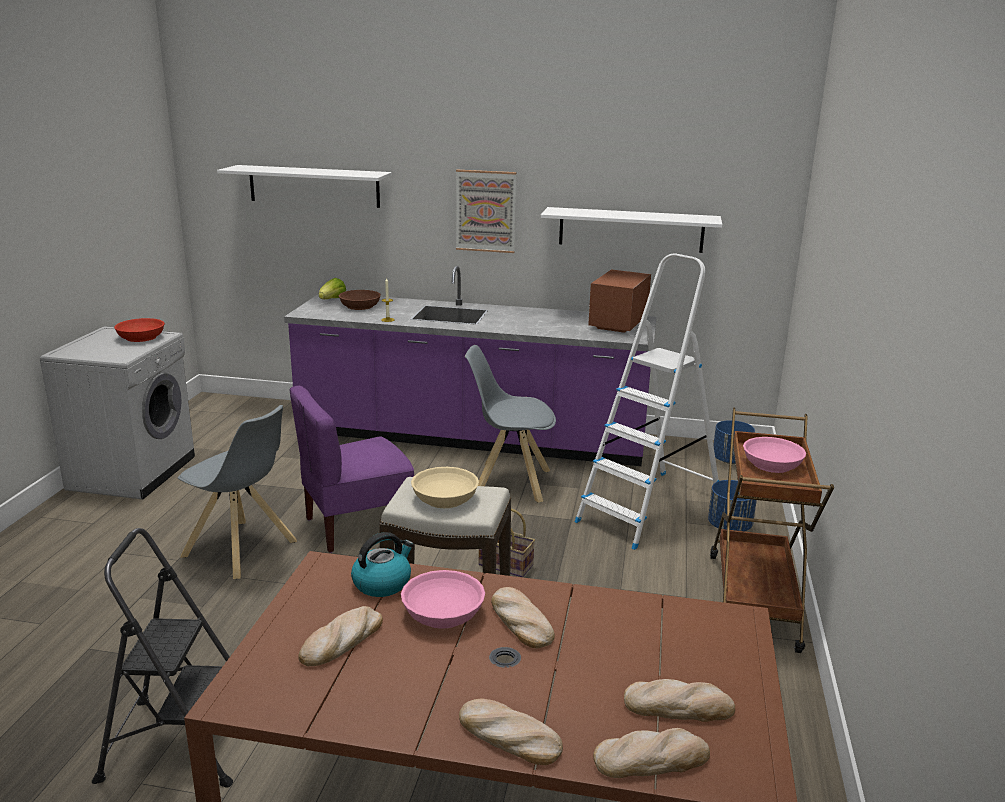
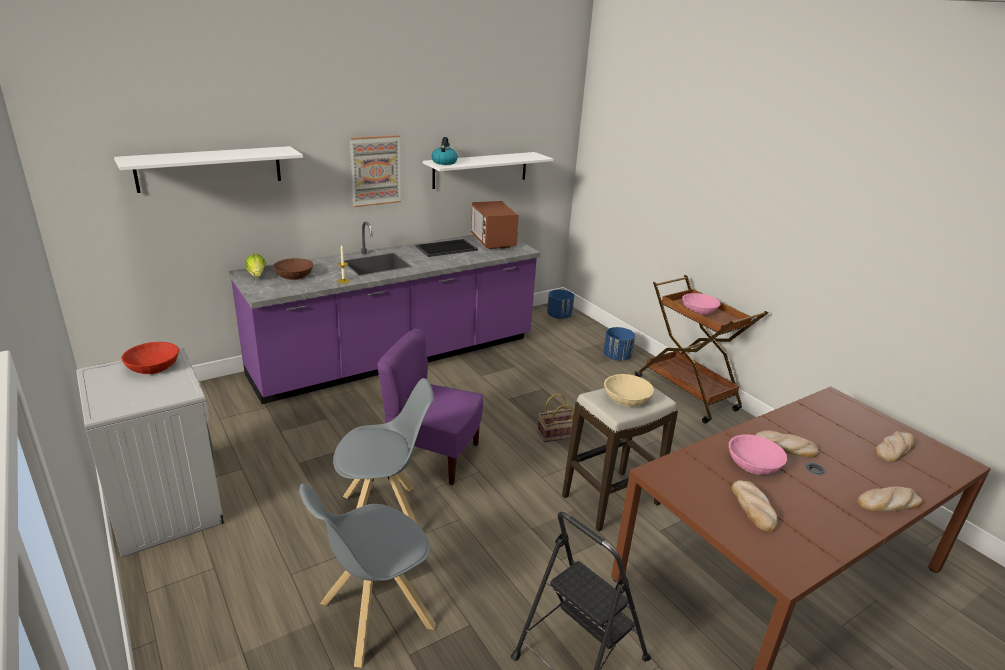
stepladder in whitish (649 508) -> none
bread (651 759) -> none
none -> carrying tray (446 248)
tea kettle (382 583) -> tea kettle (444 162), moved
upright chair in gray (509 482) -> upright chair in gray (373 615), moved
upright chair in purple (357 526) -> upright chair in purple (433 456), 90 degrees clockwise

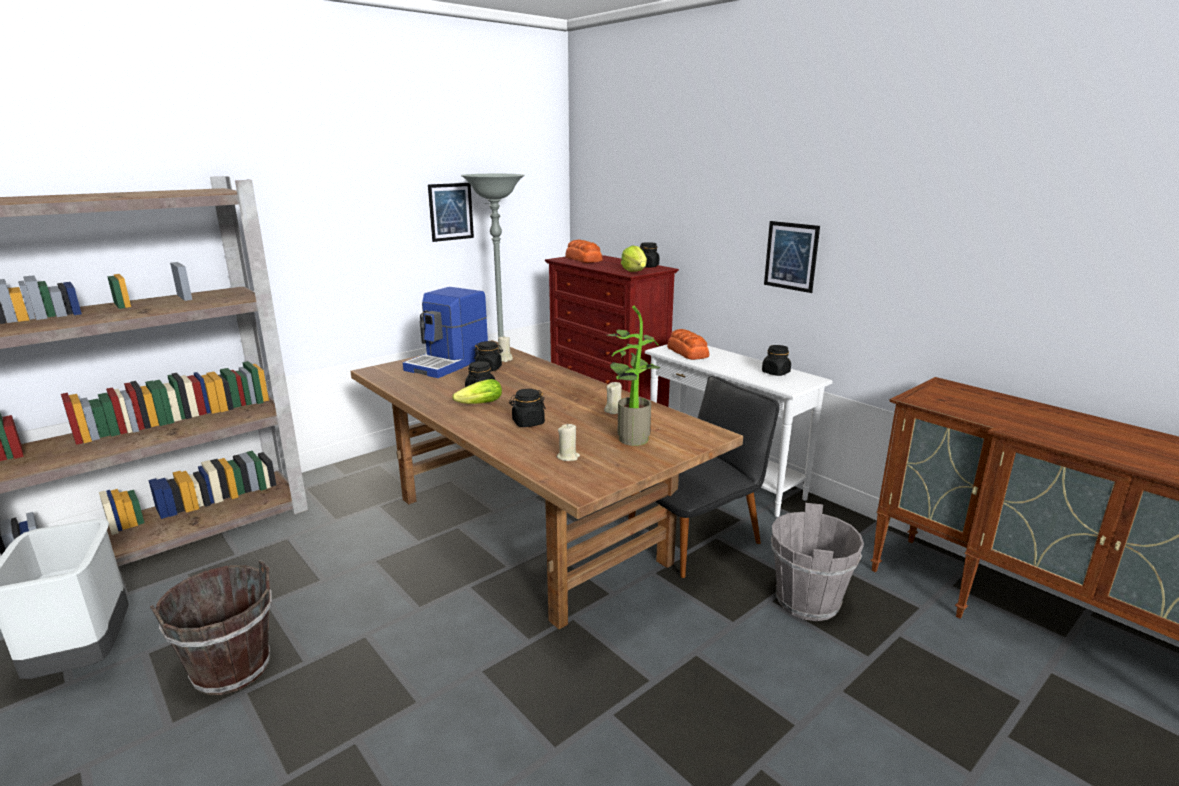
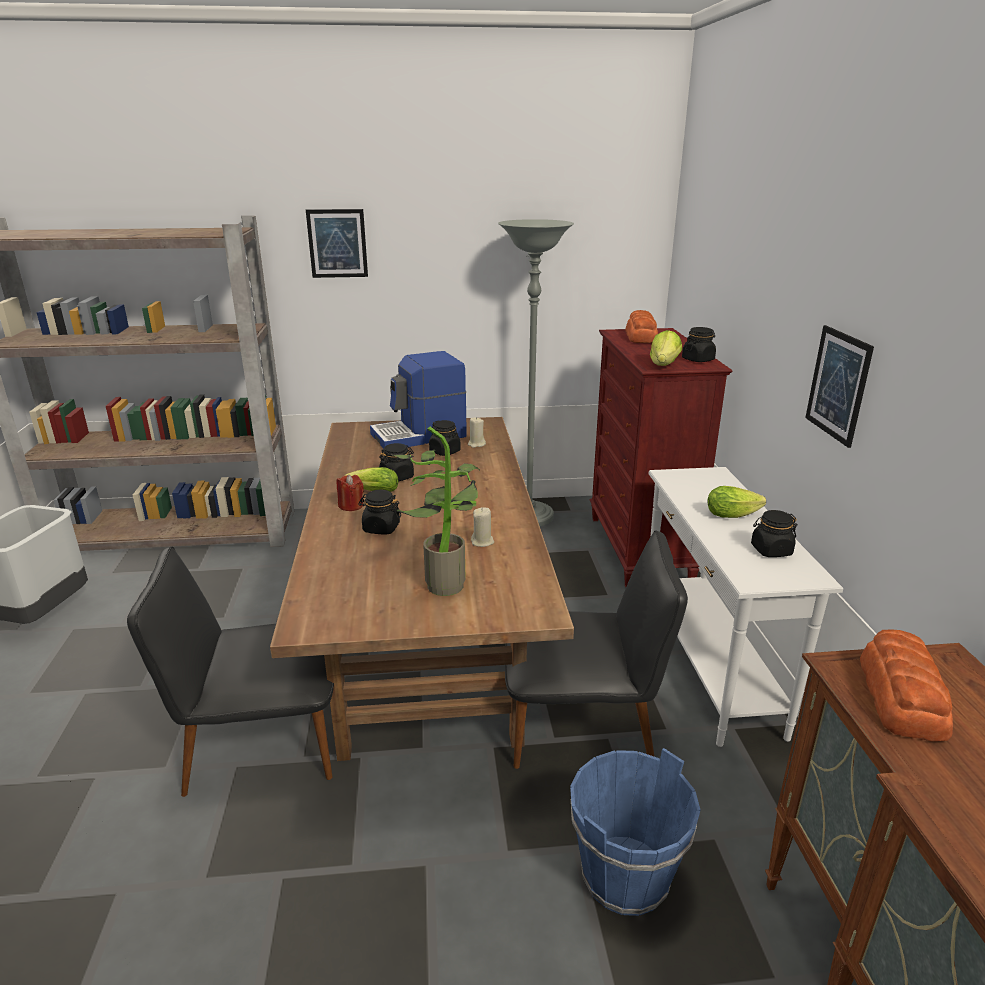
bucket in brown-coloured (231 669) -> none
wax candle in beige (568 457) -> none
none -> upright chair in blackish (265 742)
none -> wax candle in red (351 506)
none -> head of lettuce (735 514)
picture (451 212) -> picture (337 243), moved
bread (687 352) -> bread (902 696), moved
bucket in gray (806 601) -> bucket in blue-coloured (624 876)

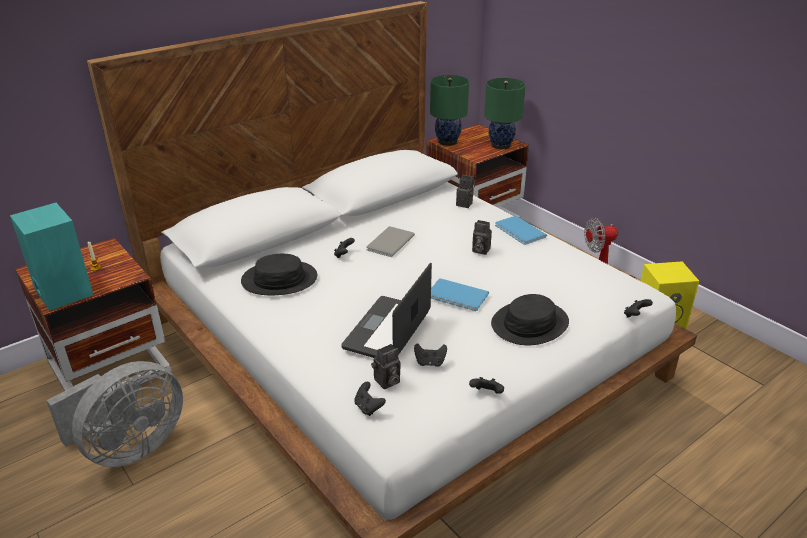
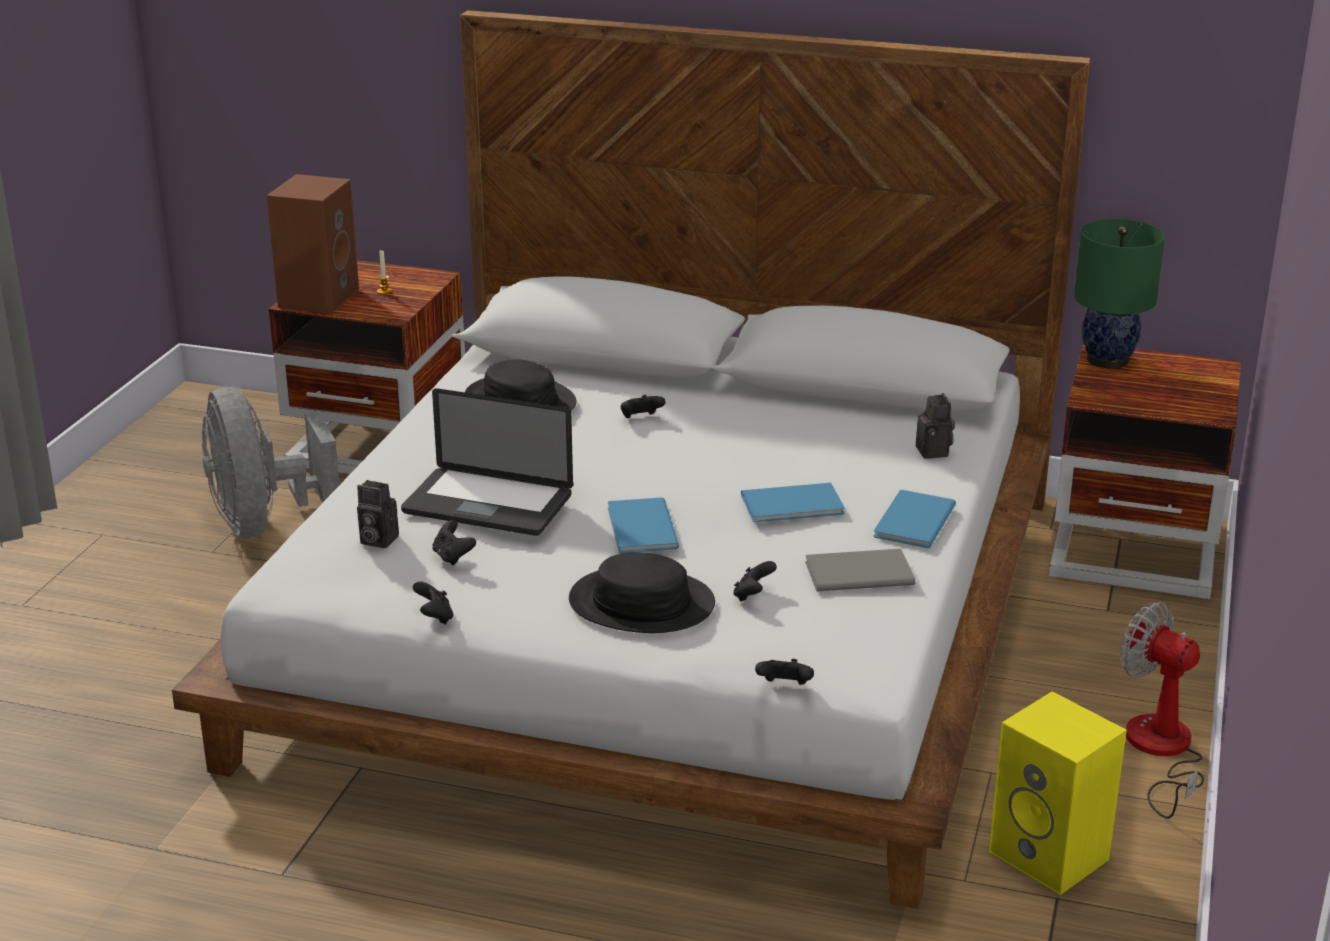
table lamp in greenish (500 145) -> none
joypad in blackish (368 407) -> joypad in blackish (753 595), moved
volume in gray (388 243) -> volume in gray (856 572), moved
photo camera (479 250) -> volume in blue-coloured (795 505)
loudspeaker in turquoise-coloured (62 292) -> loudspeaker in brown-coloured (318 297)
electric fan in gray (130 448) -> electric fan in gray (263 523), 60 degrees clockwise
notebook computer (387 330) -> notebook computer (487 504), 150 degrees counterclockwise

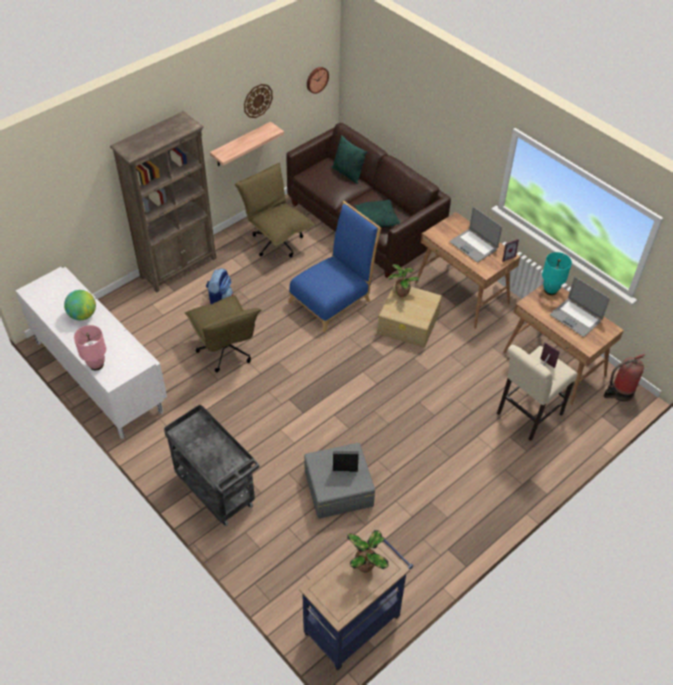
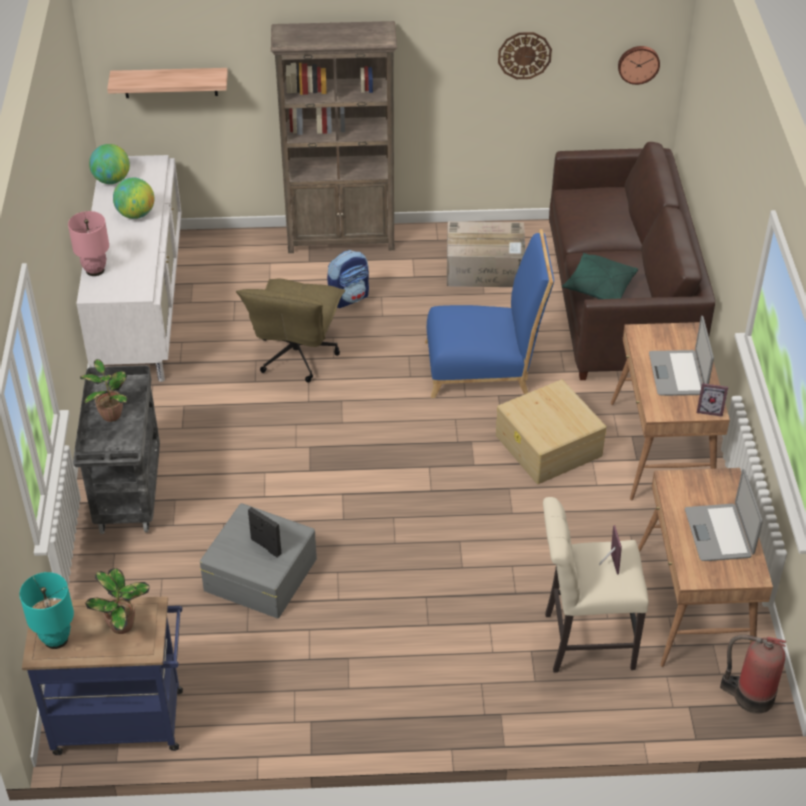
pillow in greenish (347 174) -> none
none -> globe (112 180)
shelf (241 145) -> shelf (170 82), moved
plant in a pot (401 292) -> plant in a pot (110 414), moved
table lamp in turquoise-coloured (550 290) -> table lamp in turquoise-coloured (56 639), moved
computer chair in beige (277 242) -> packing box (486 268)

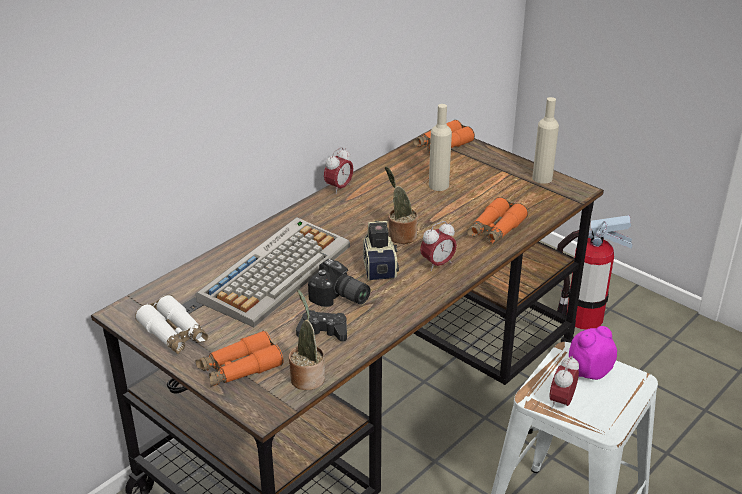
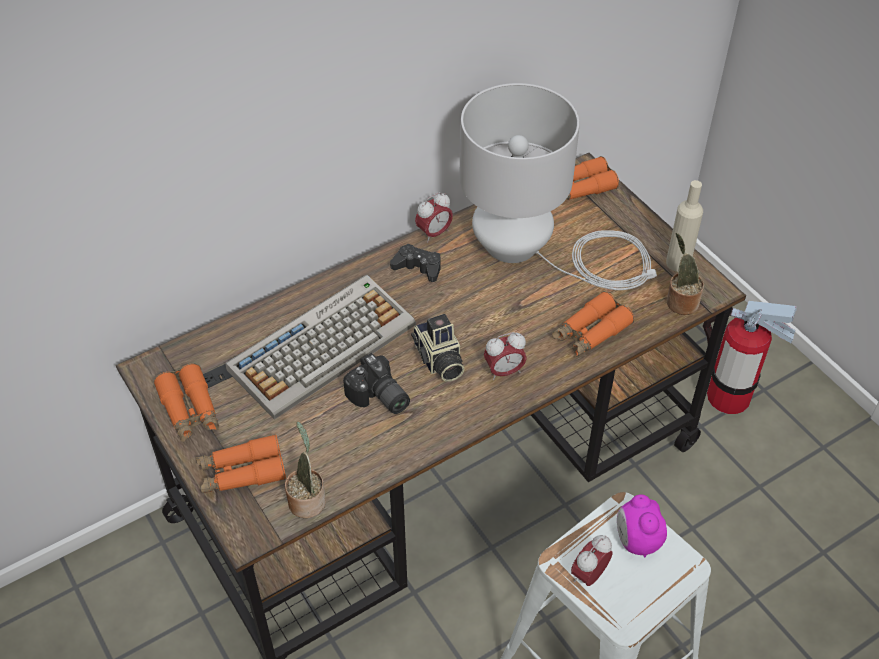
joypad in blackish (323 331) -> joypad in blackish (418 267), moved
plant in a pot (400 236) -> plant in a pot (680 302), moved
drink bottle in beige (438 185) -> table lamp in whitish (550 251)
field glasses in whitish (174 334) -> field glasses in orange (190 410)
photo camera (379 266) -> photo camera (438 360), 150 degrees clockwise
bedside clock (589 371) -> bedside clock (636 541), 90 degrees counterclockwise

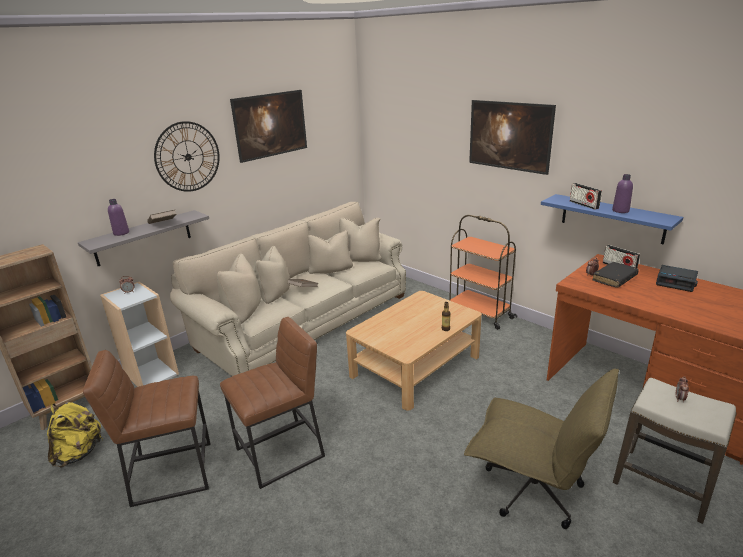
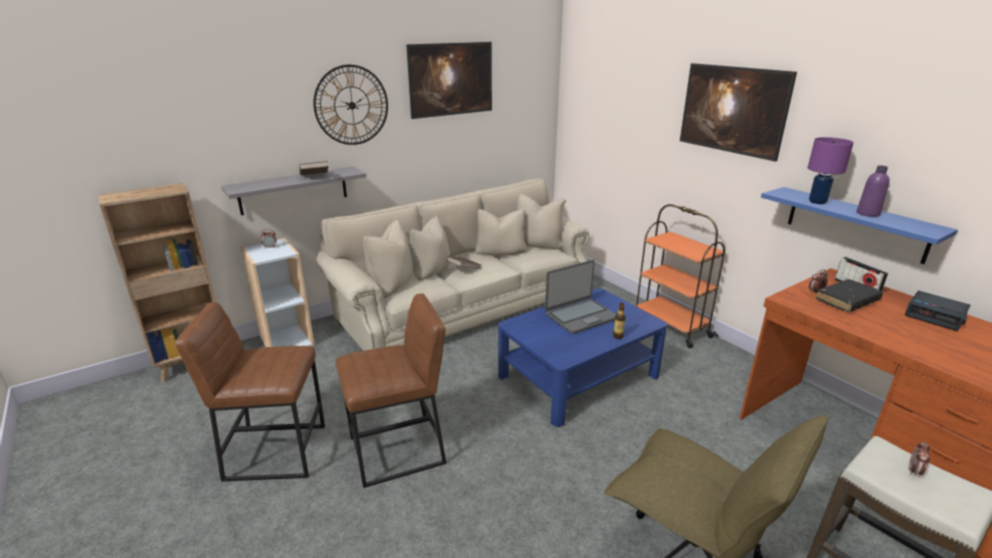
knapsack in yellow-coloured (79 453) -> none
drink bottle in purple (121 233) -> none
none -> notebook computer (580 316)
radio (584 205) -> table lamp in purple (818 202)
coffee table in beige (415 366) -> coffee table in blue-coloured (578 376)

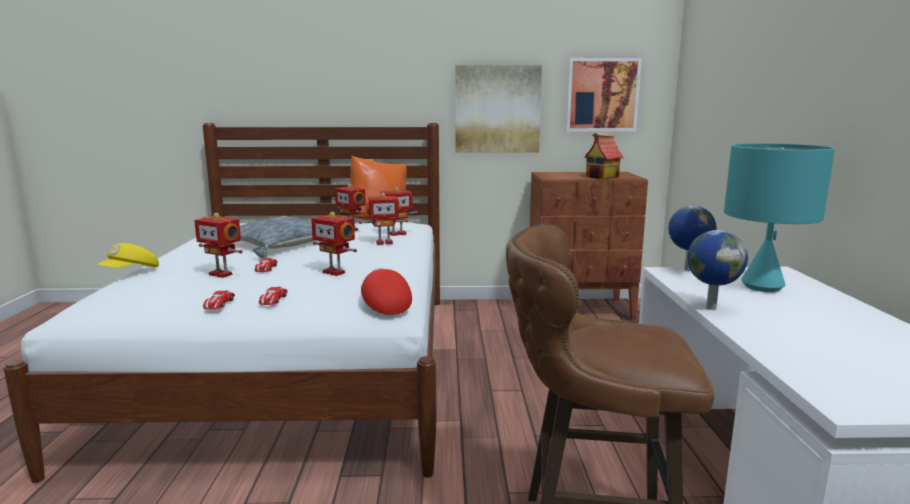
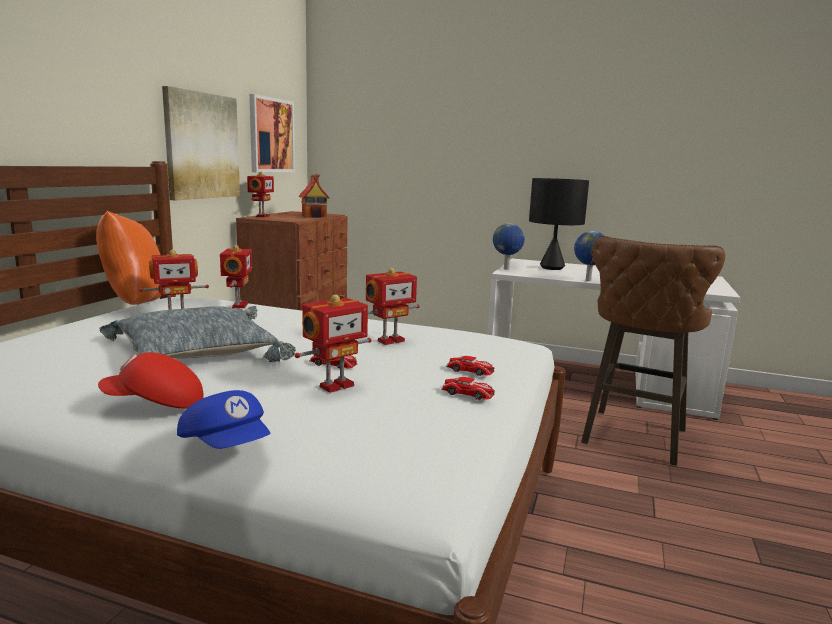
robot figure (384 243) -> robot figure (261 216), moved
peaked cap in red (384 305) -> peaked cap in red (155 404), moved
peaked cap in yellow-coloured (131 272) -> peaked cap in blue-coloured (227 446)
table lamp in turquoise-coloured (762 287) -> table lamp in blackish (552 268)

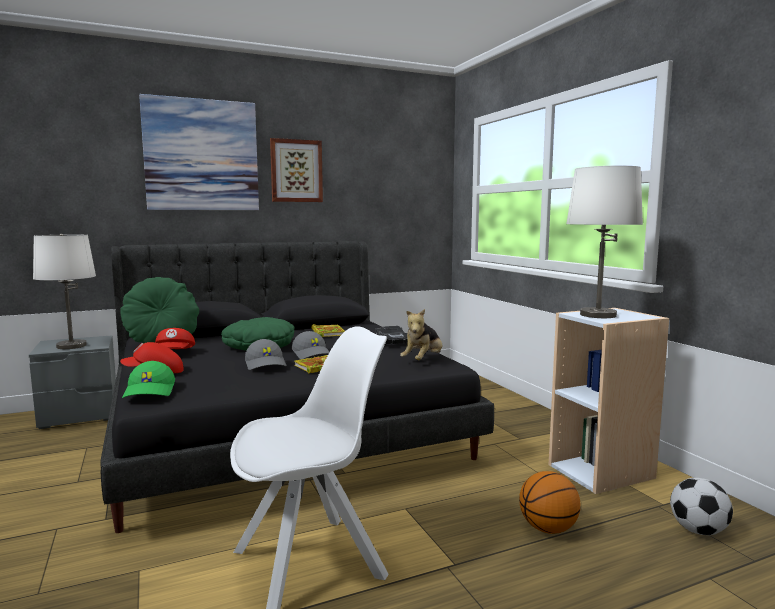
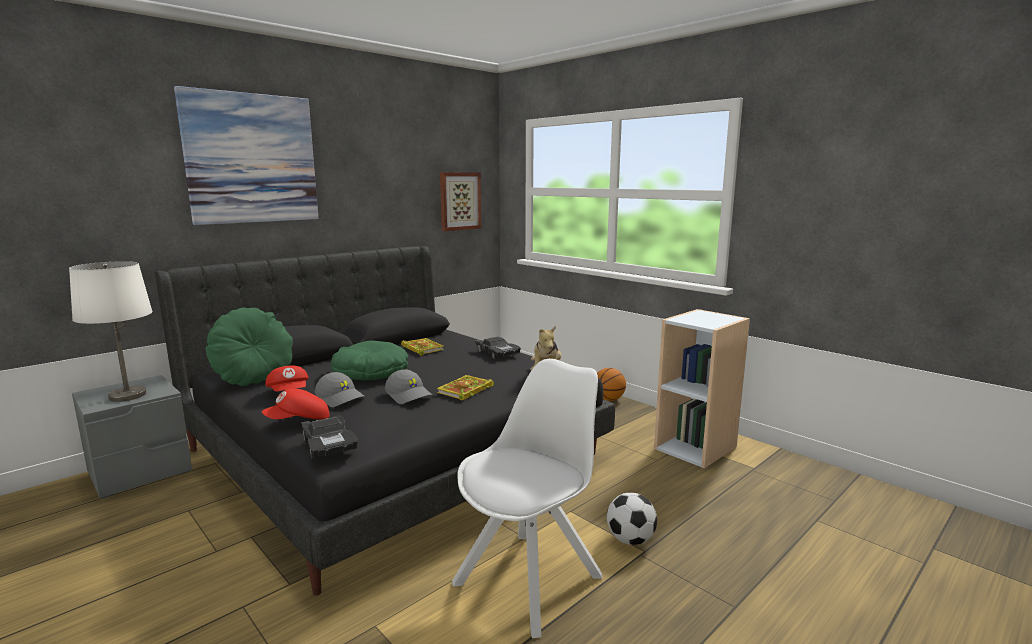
table lamp in whitish (598 315) -> none
picture (296 171) -> picture (459 201), moved
peaked cap in gray (312 354) -> peaked cap in gray (341 398), moved
basketball (548 529) -> basketball (608 399), moved
ball for football (698 530) -> ball for football (630 540), moved
peaked cap in greenish (150 391) -> miniature car in blackish (329 444)

